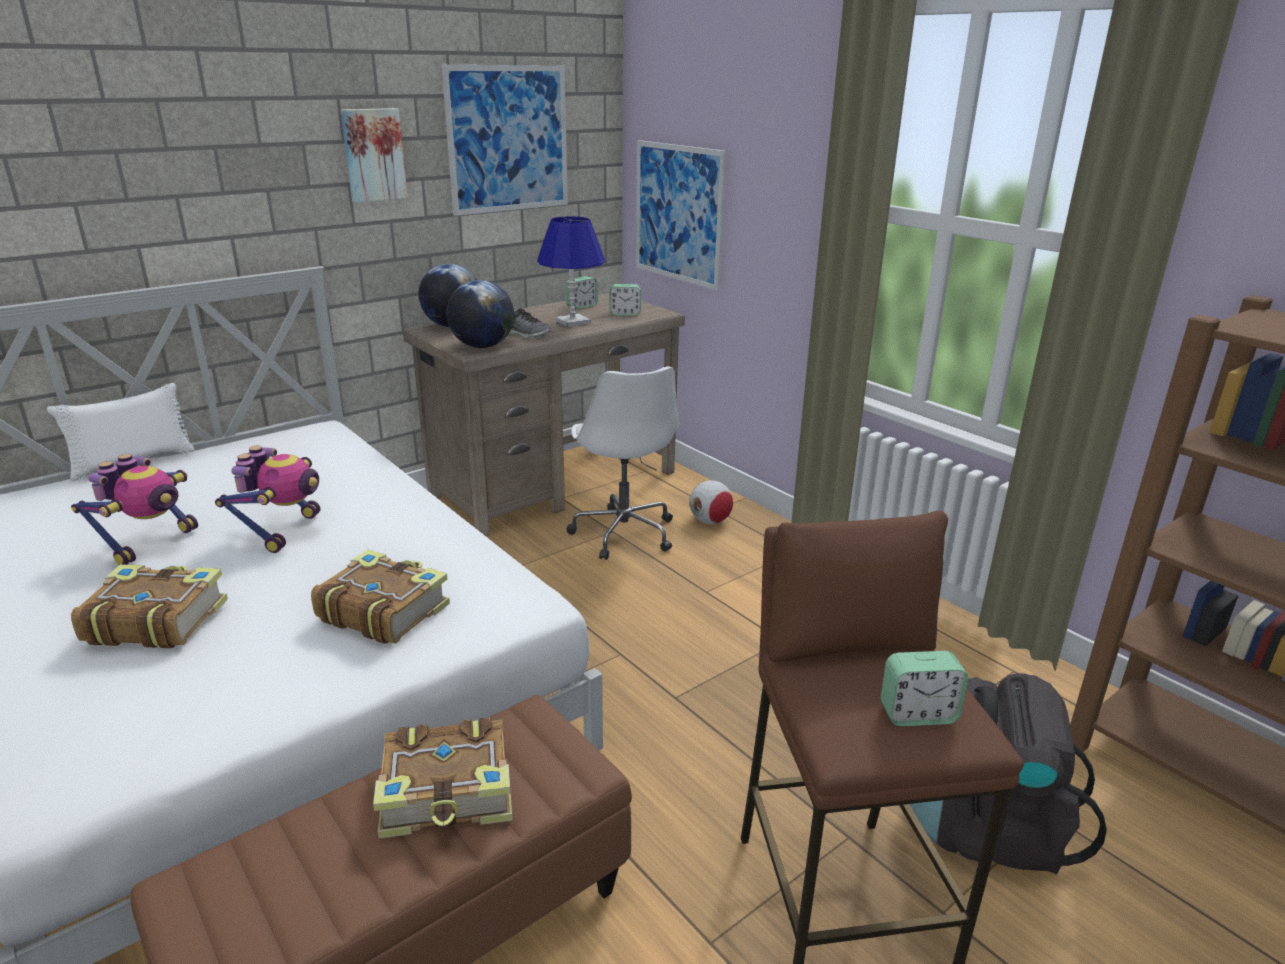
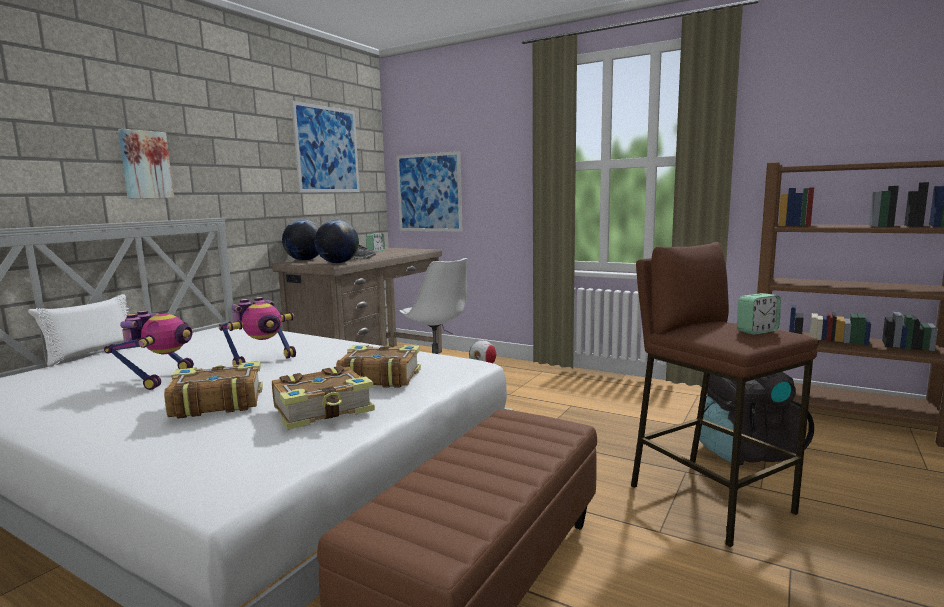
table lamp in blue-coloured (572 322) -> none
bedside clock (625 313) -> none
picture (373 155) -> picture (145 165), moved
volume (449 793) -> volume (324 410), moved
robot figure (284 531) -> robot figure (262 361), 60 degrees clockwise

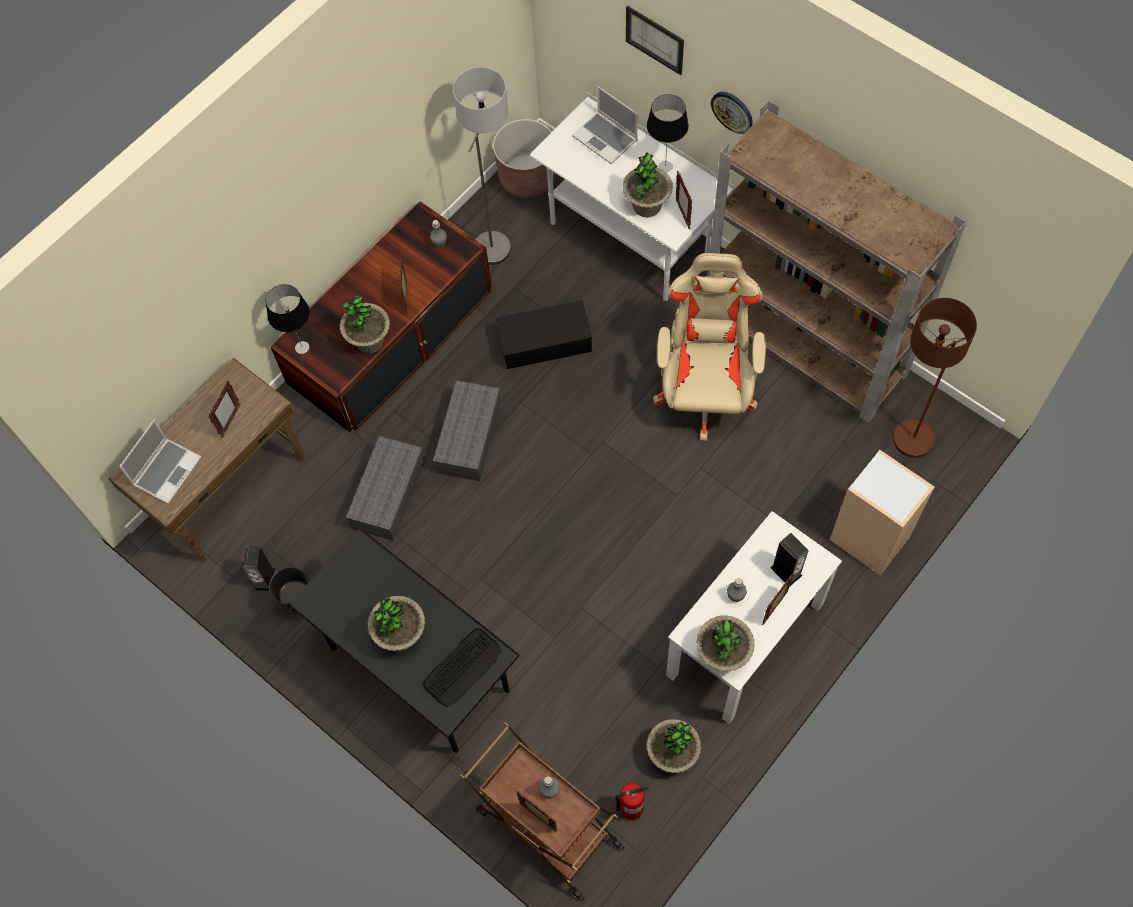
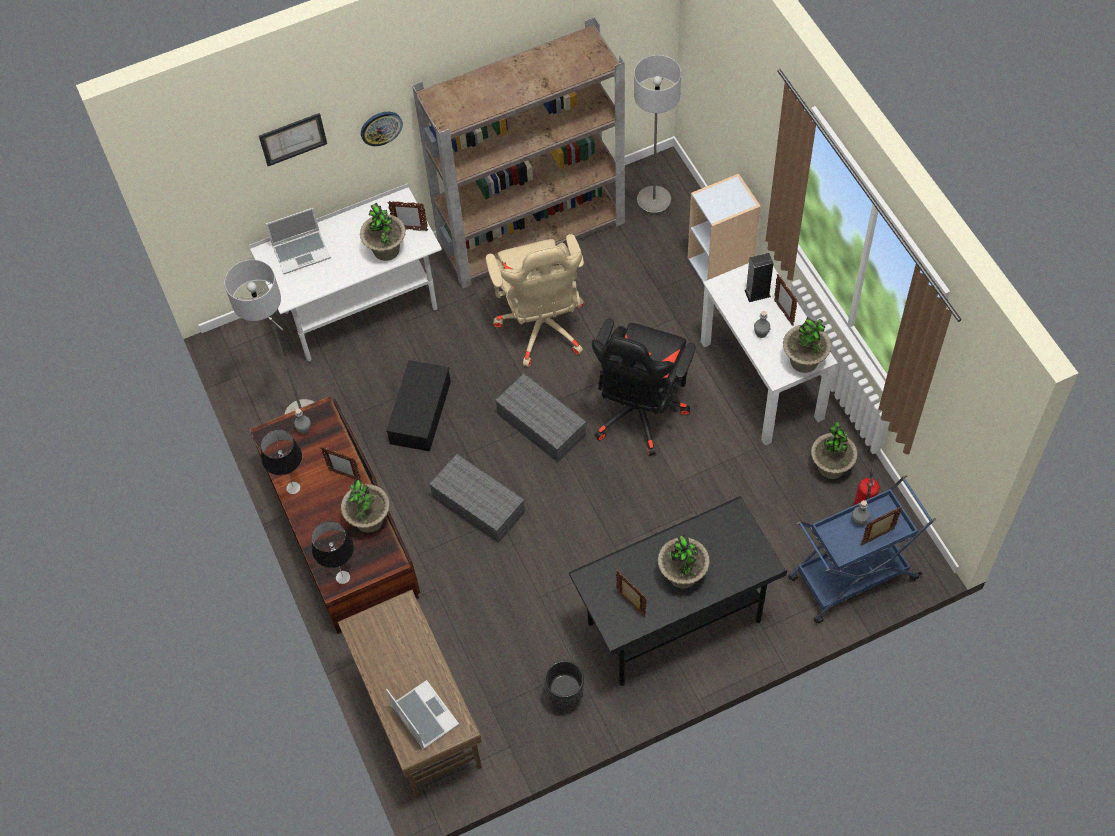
loudspeaker (265 579) -> none
PC keyboard (463 667) -> none
flower pot in brown-coloured (527 178) -> none
none -> computer chair in blackish (642 405)
picture frame (230 421) -> picture frame (631 605), moved
storage bin in gray (388 493) -> storage bin in gray (540 424), moved
table lamp (665 166) -> table lamp (292 487), moved
wheeled cart in brown-coloured (547 827) -> wheeled cart in blue-coloured (851 578)
standard lamp in brown-coloured (902 444) -> standard lamp in gray (654 210)
computer chair in beige (704 397) -> computer chair in beige (540 320), 135 degrees counterclockwise

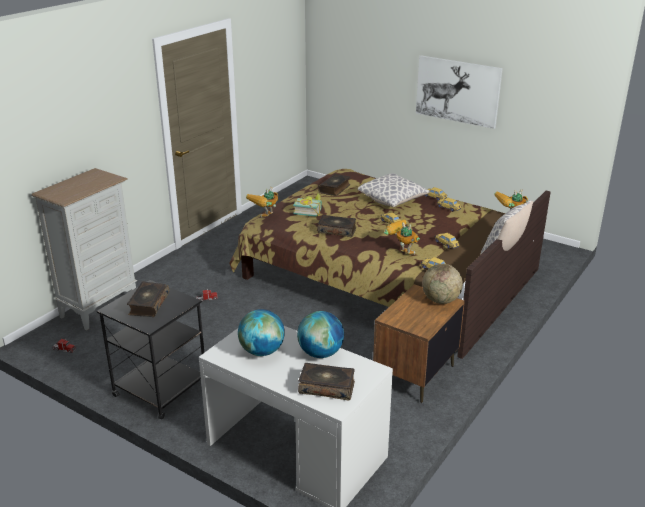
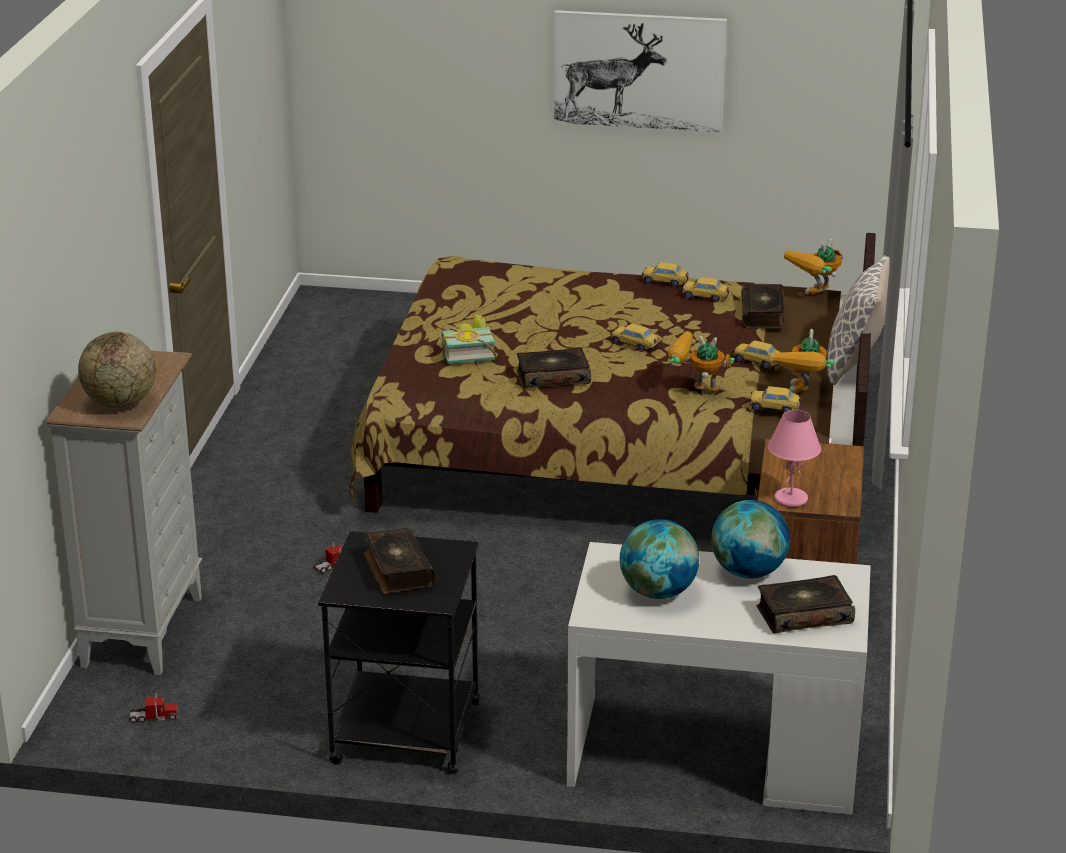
pillow (393 200) -> none
none -> table lamp in pinkish (790 499)
robot figure (265 218) -> robot figure (803 394), moved
volume (335 189) -> volume (763 314), moved
globe (441 300) -> globe (120 403), moved

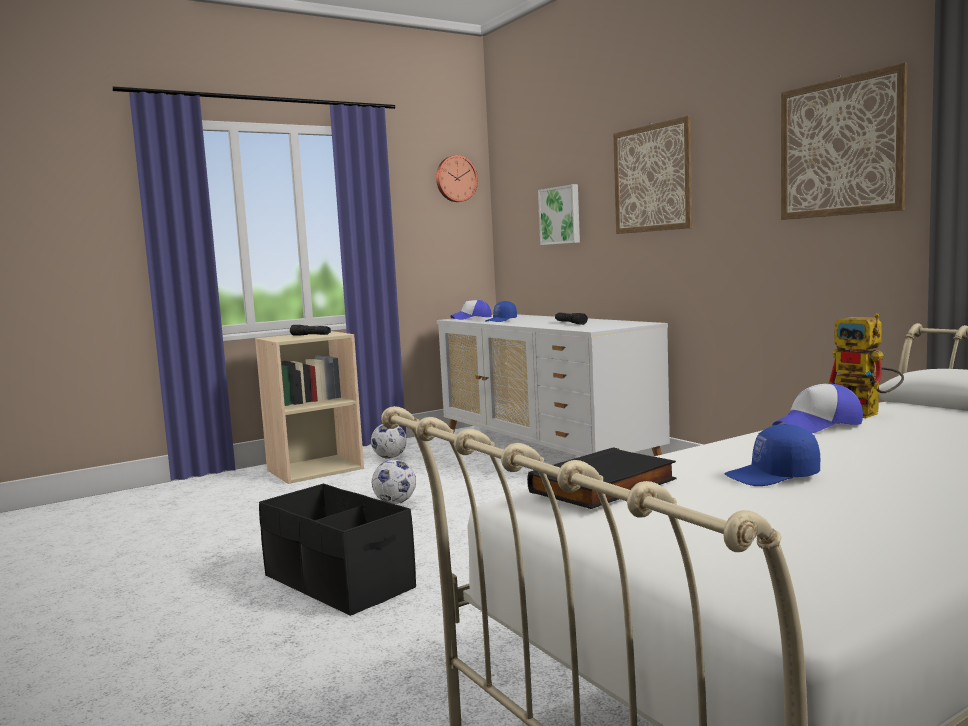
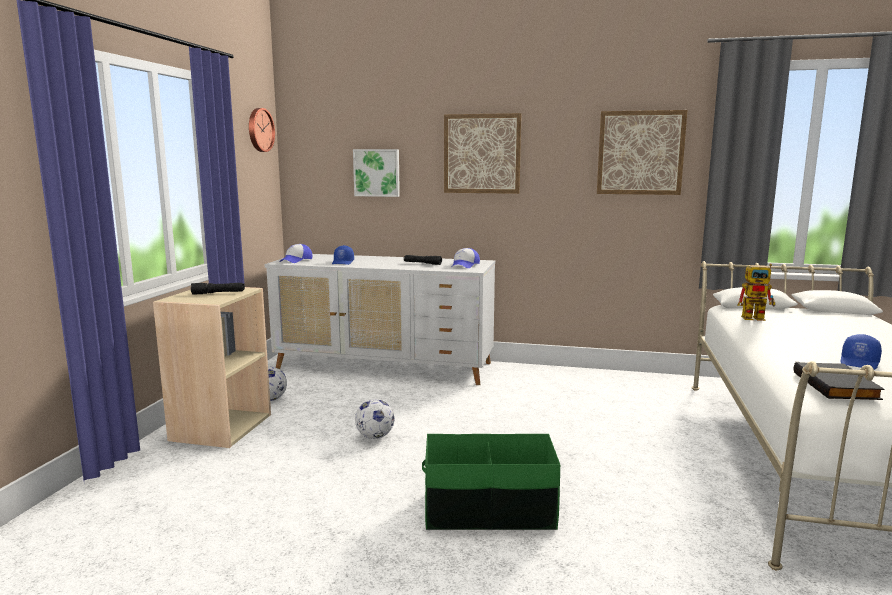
peaked cap (818 425) -> peaked cap (465 265), moved
storage bin in blackish (337 582) -> storage bin in greenish (489 511)

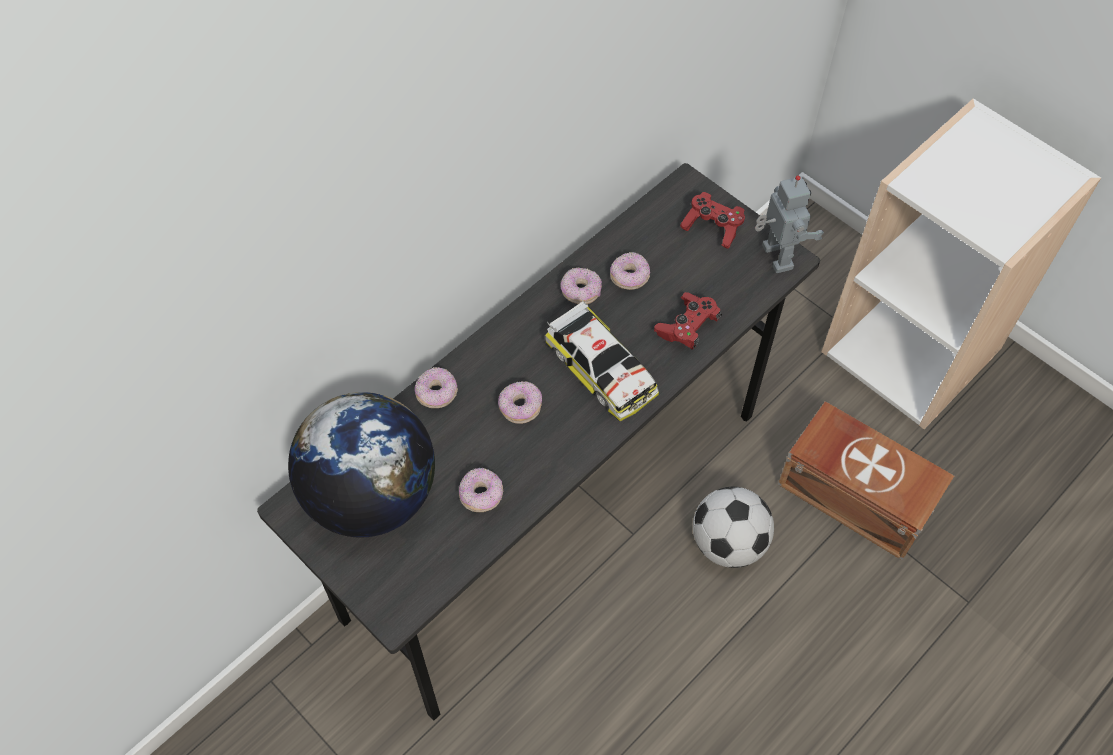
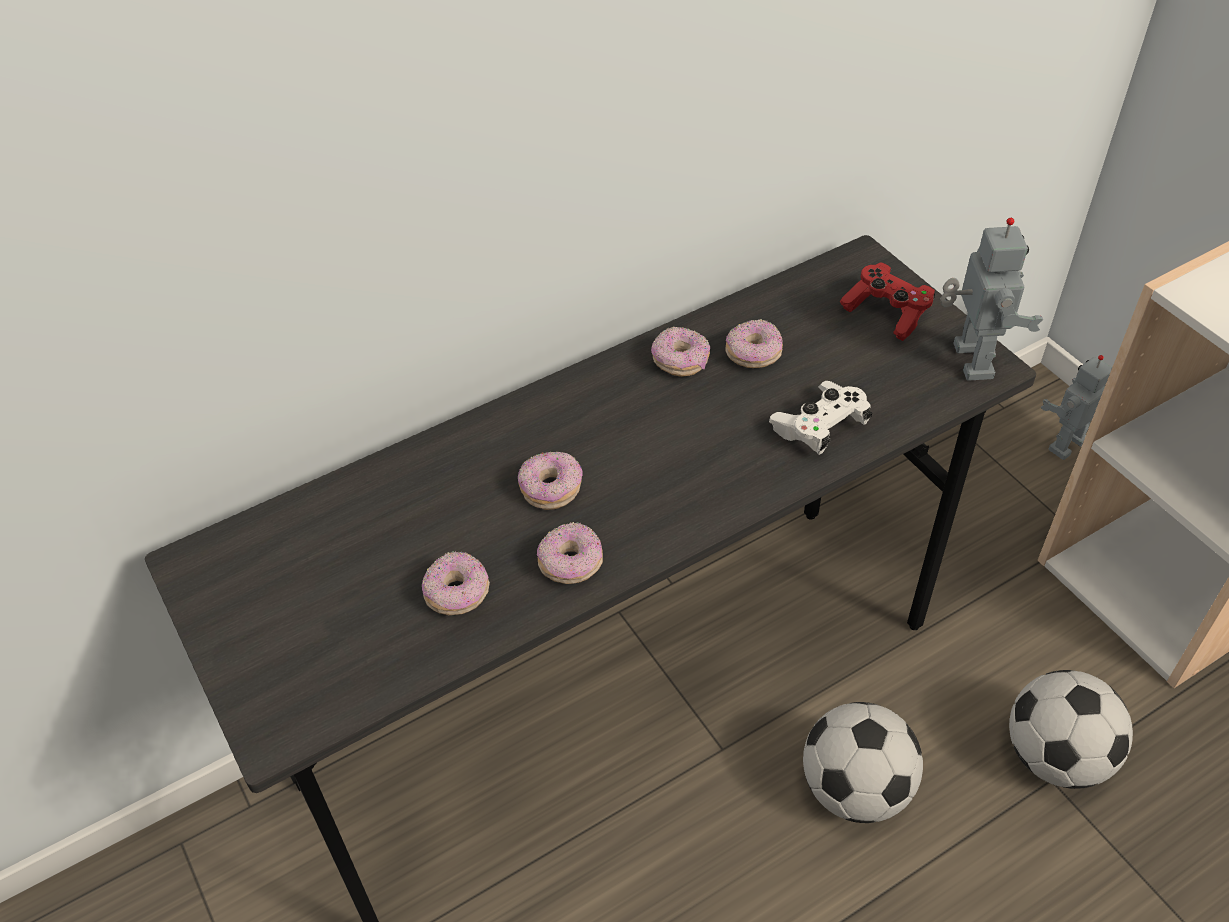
globe (371 496) -> none
miniature car (601 369) -> none
none -> robot figure (1069 447)
doughnut (437 393) -> doughnut (571 564), moved
storage bin in brown-coloured (854 493) -> ball for football (1055 756)
joypad in red (687 327) -> joypad in whitish (820 427)

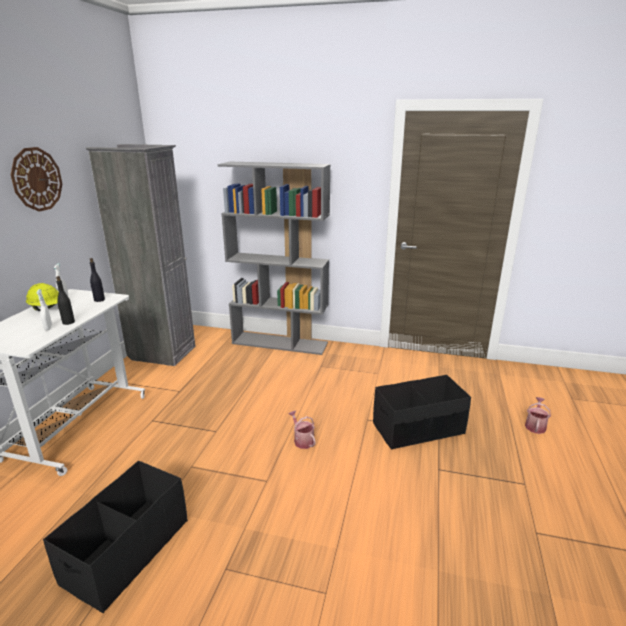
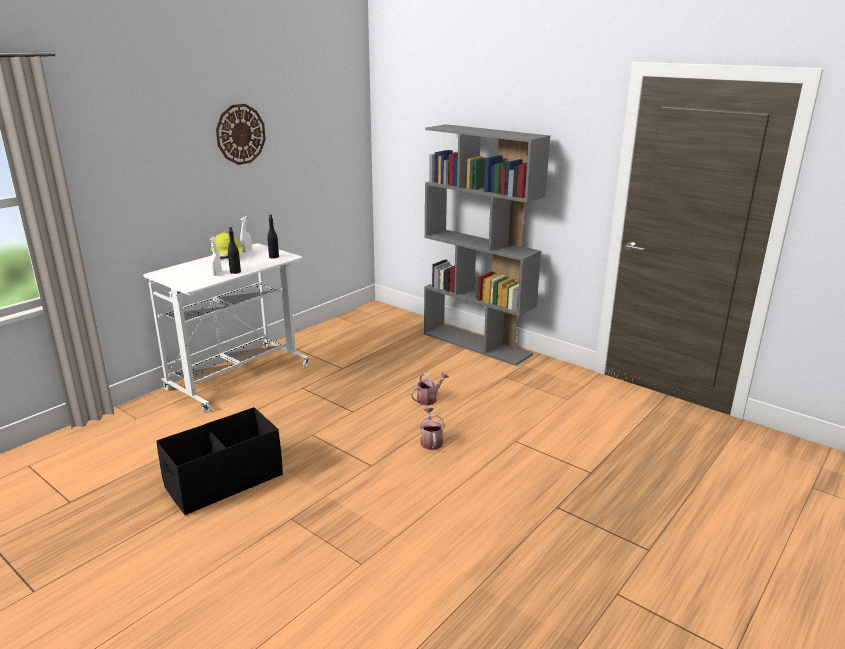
cupboard in gray (163 352) -> none
storage bin in blackish (418 428) -> none
sprinkling can (535 425) -> sprinkling can (429 399), moved

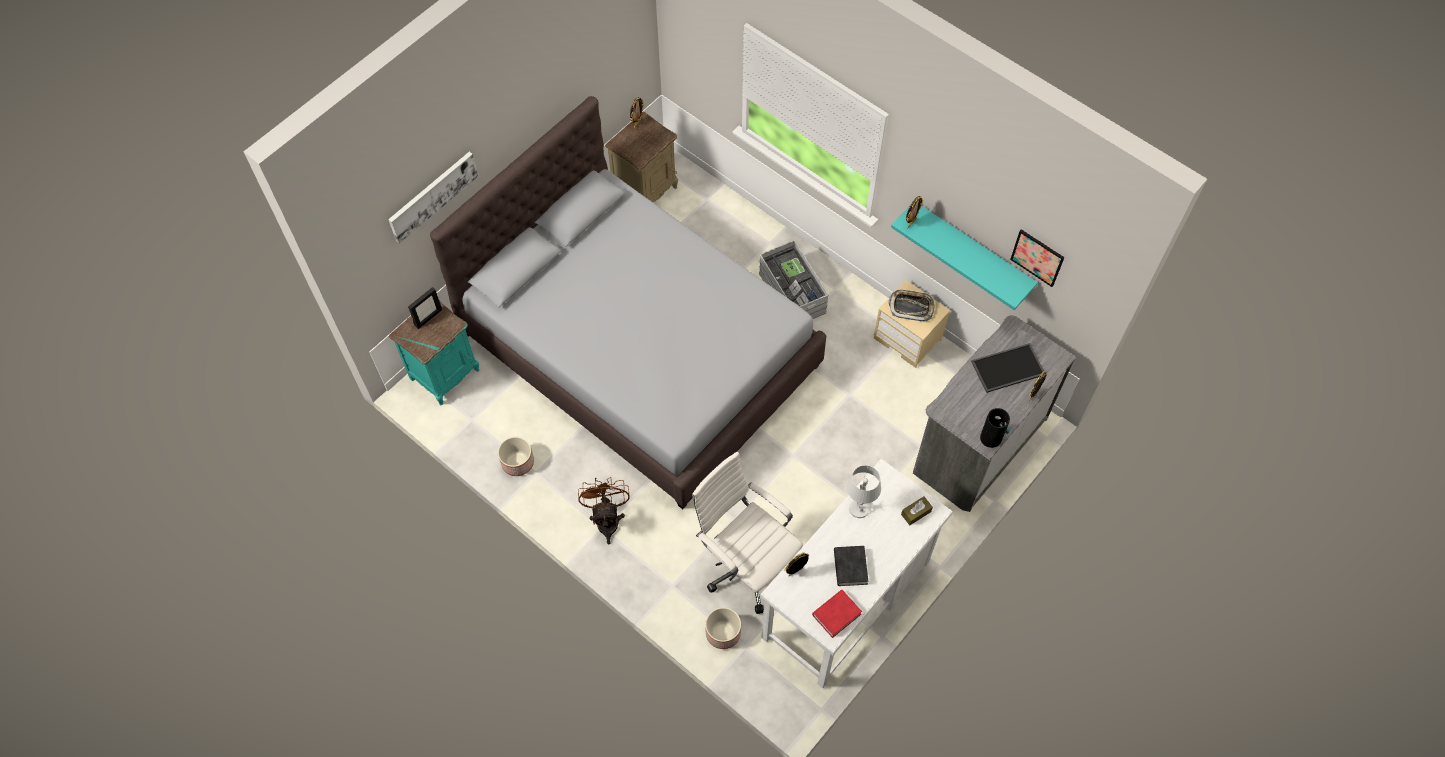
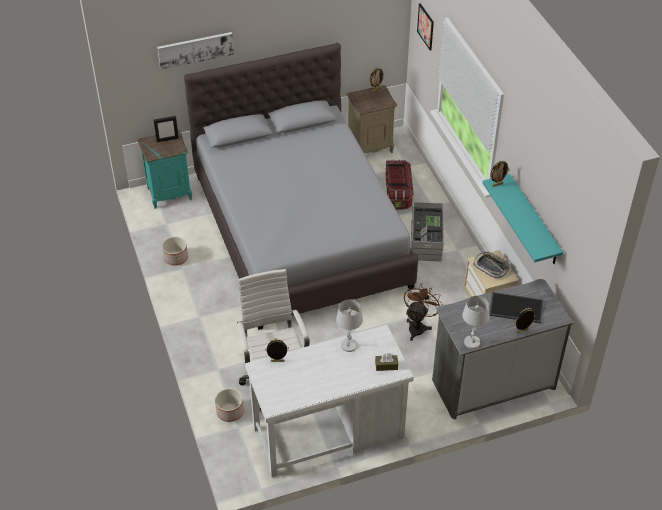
volume in red (836 614) -> none
volume in blackish (850 567) -> none
none -> storage bin (398 193)
electric fan in brown-coloured (607 519) -> electric fan in brown-coloured (418 326), moved
picture (1037 257) -> picture (425 26), moved
flower vase (991 437) -> table lamp in whitish (472 342)

